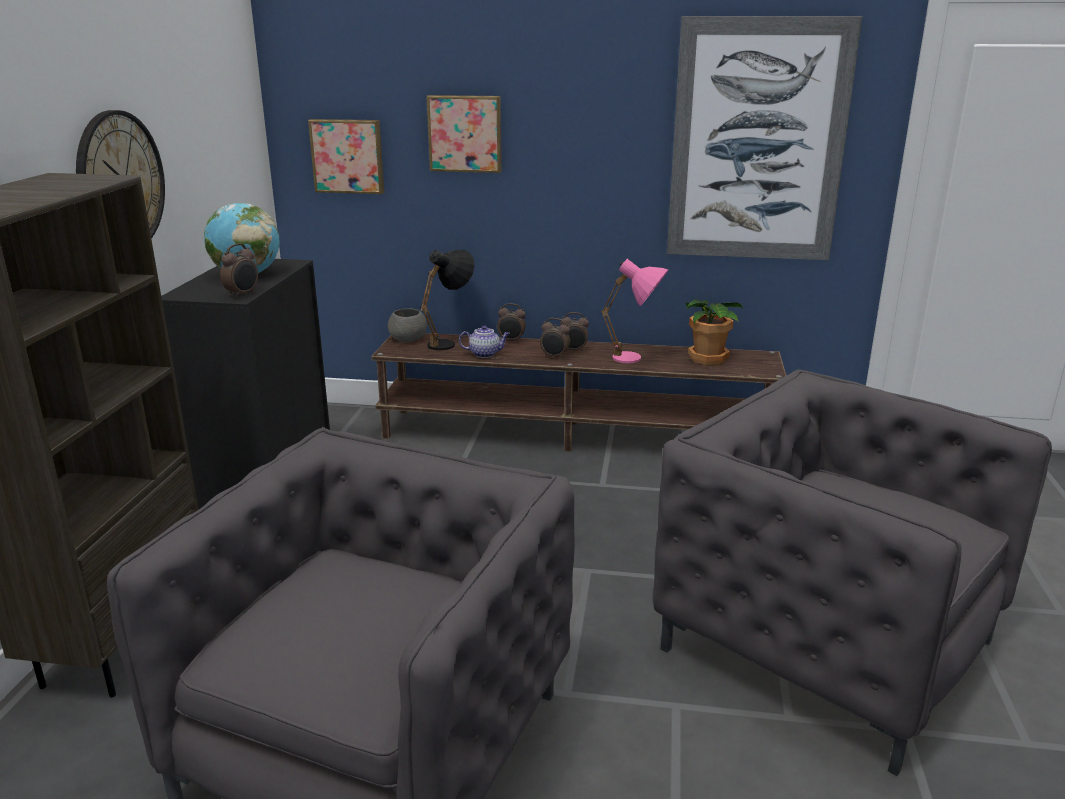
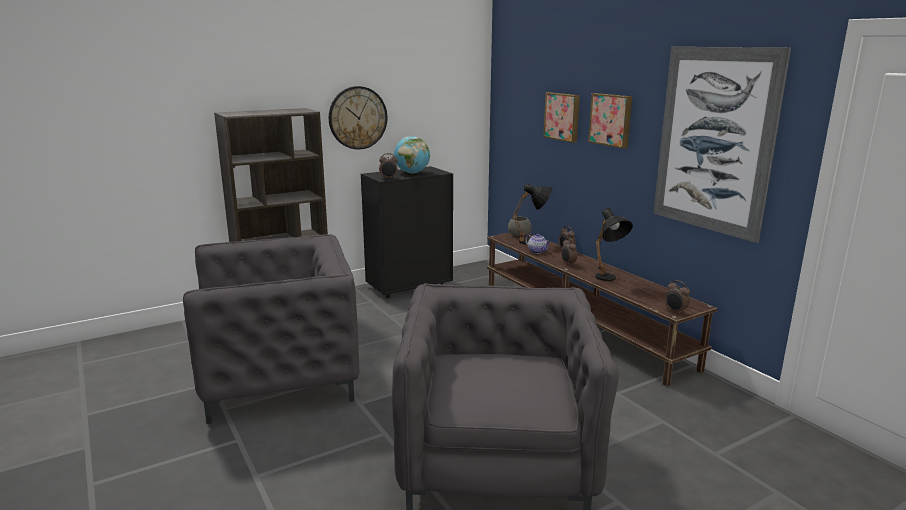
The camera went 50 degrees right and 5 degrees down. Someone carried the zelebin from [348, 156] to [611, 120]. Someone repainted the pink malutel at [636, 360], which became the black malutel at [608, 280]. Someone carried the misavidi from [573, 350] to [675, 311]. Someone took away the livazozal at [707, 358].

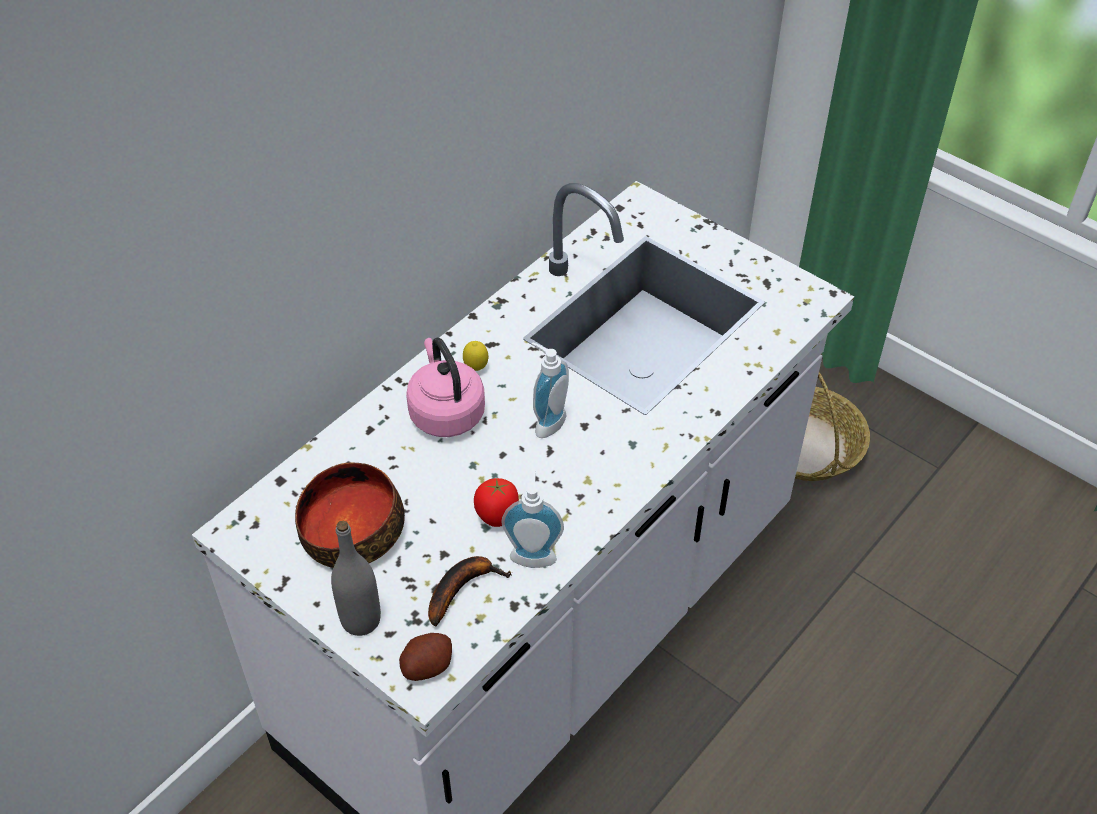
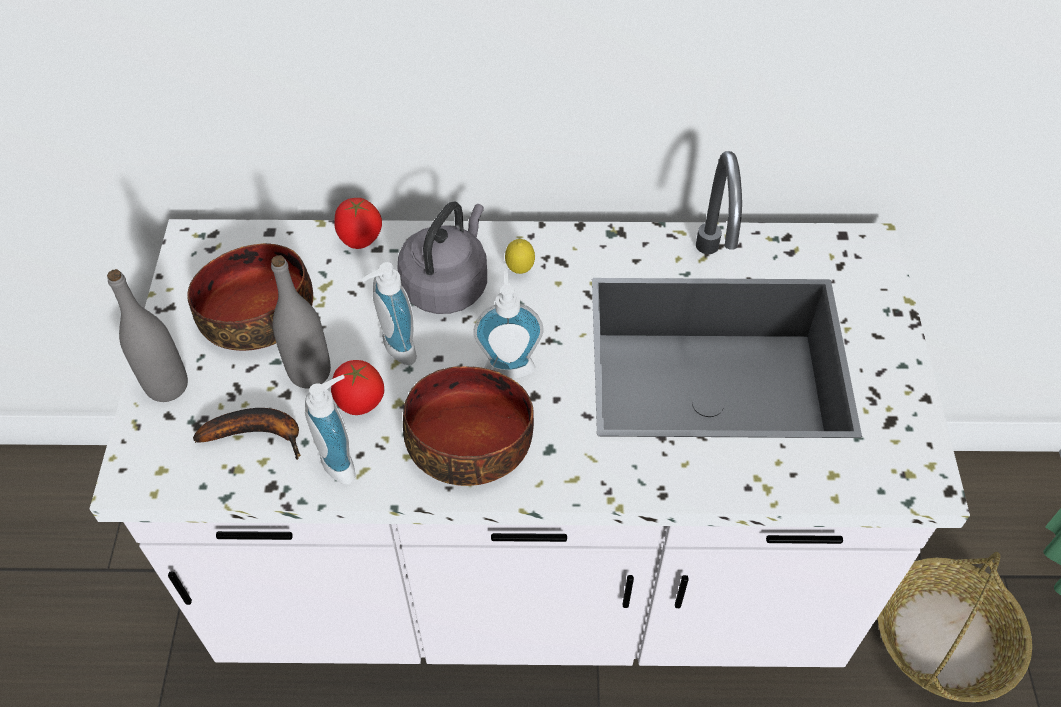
The camera went 50 degrees right and 5 degrees up. Someone put down the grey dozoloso at [310, 372]. Someone put down the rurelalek at [360, 241]. Someone put down the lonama at [394, 350]. Someone repainted the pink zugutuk at [445, 412], which became the grey zugutuk at [447, 284]. Someone put down the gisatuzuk at [471, 440]. Someone took away the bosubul at [427, 665].

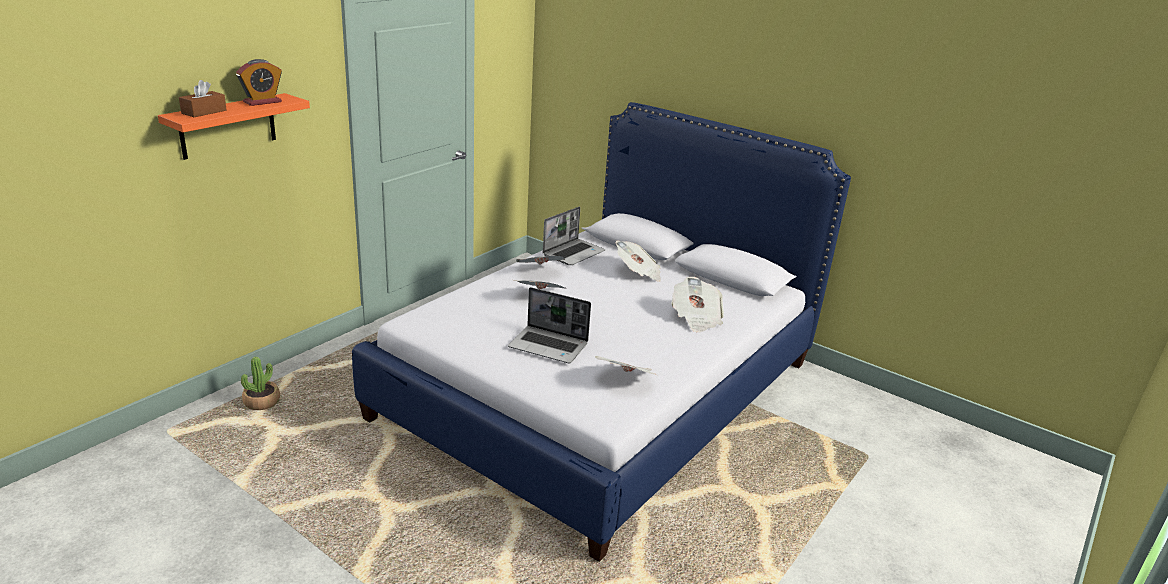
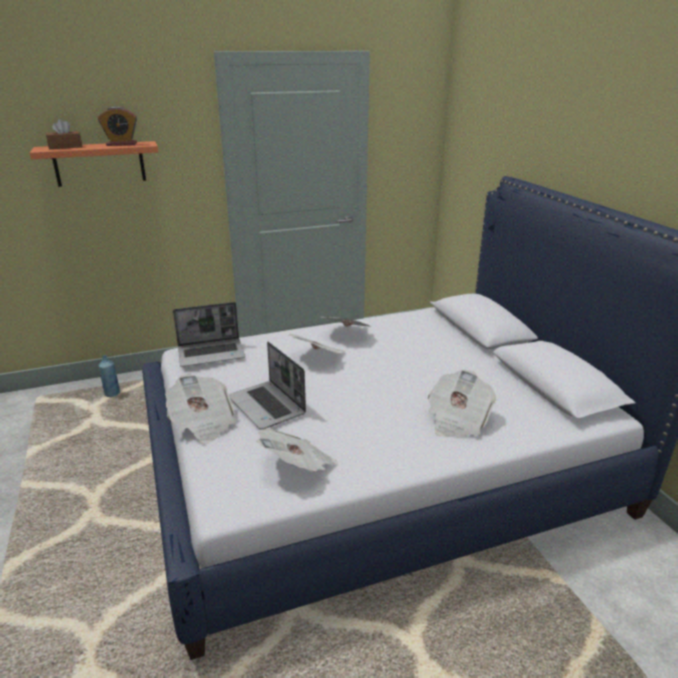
The camera went 35 degrees right and 0 degrees up. Someone swapped the livazozal at [262, 402] for the blue dozoloso at [112, 394]. Someone carried the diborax from [638, 273] to [202, 423]. Someone carried the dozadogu from [573, 253] to [212, 353].

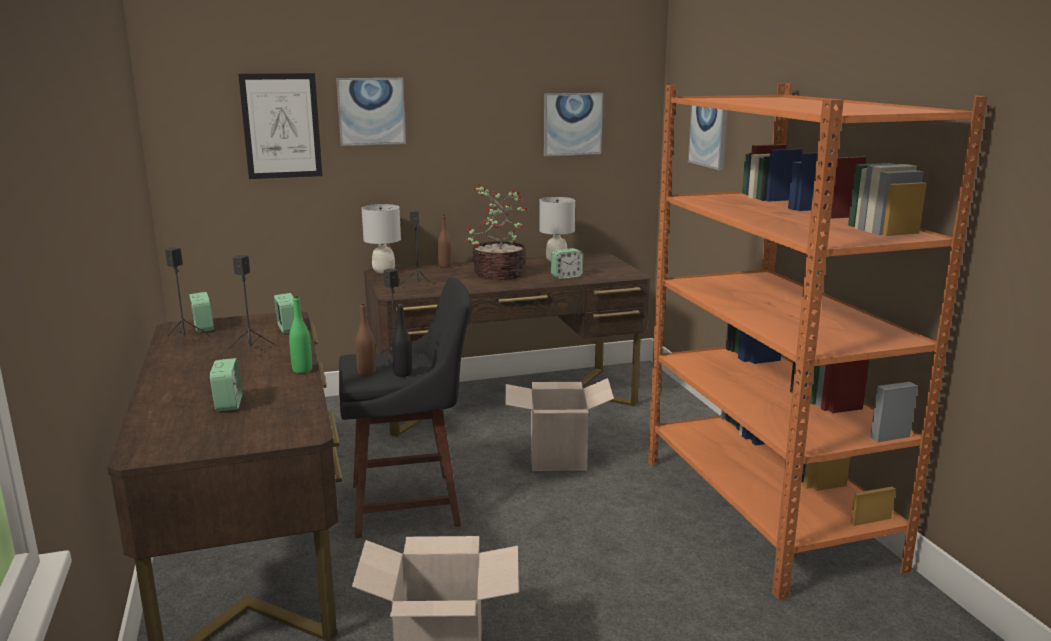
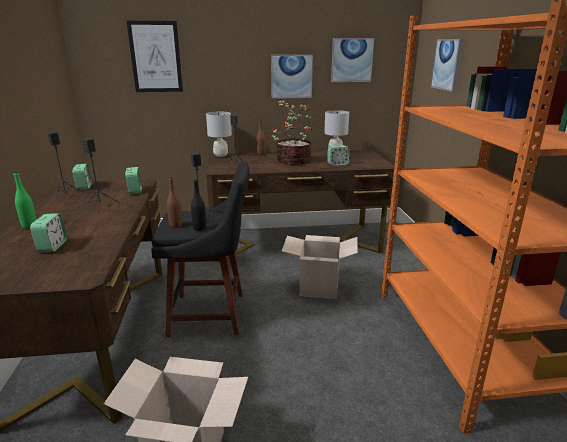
The camera went 10 degrees right and 5 degrees up. Someone carried the green dozoloso from [302, 370] to [29, 226]. Someone carried the zelebin from [371, 111] to [291, 76].

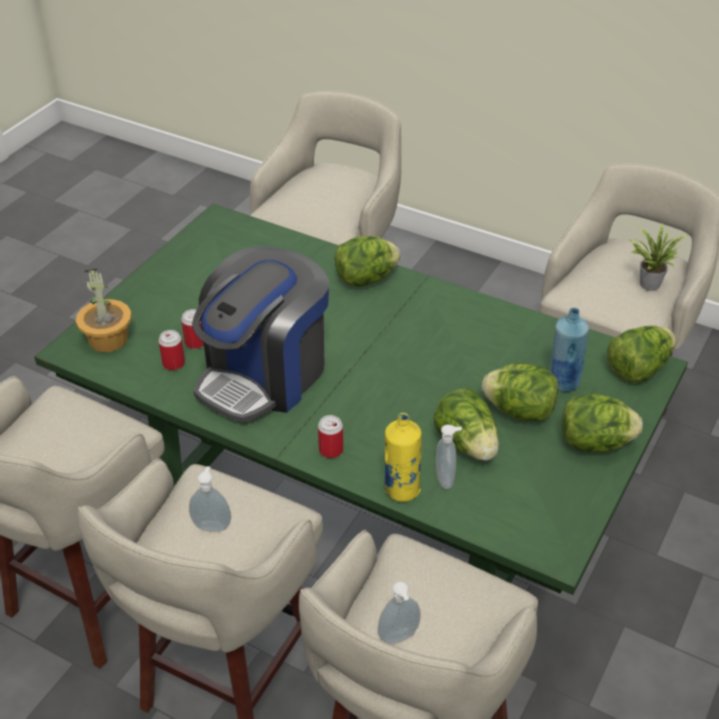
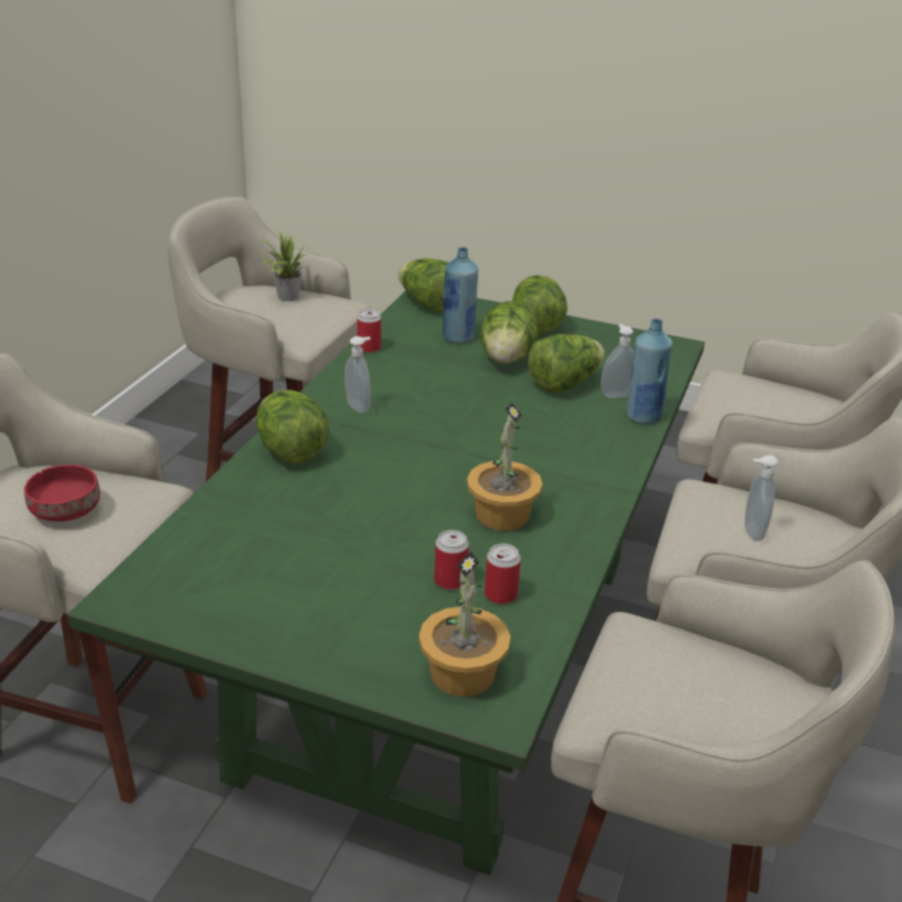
The camera went 100 degrees left and 10 degrees down. Someone put down the red gisatuzuk at [66, 511]. Someone carried the lonama from [399, 638] to [359, 407]. Someone carried the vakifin from [331, 450] to [369, 348]. Someone swapped the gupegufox at [264, 375] for the livazozal at [501, 514]. Someone repainted the yellow dozoloso at [401, 490], which became the blue dozoloso at [643, 417].

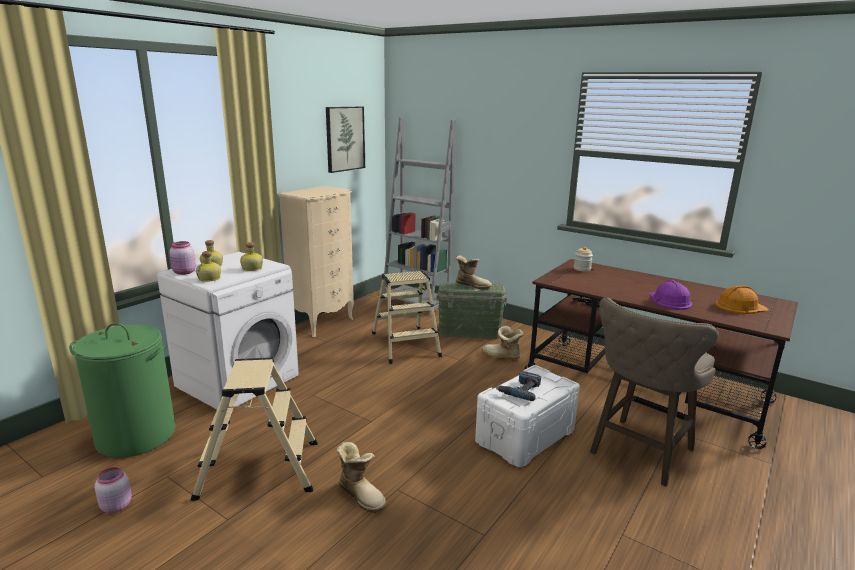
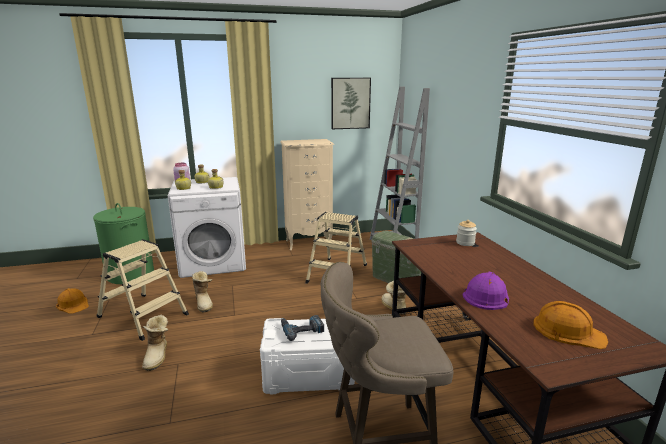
The camera went 40 degrees right and 0 degrees up. Someone swapped the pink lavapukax at [116, 505] for the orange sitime at [73, 304]. Someone carried the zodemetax from [472, 285] to [204, 303].

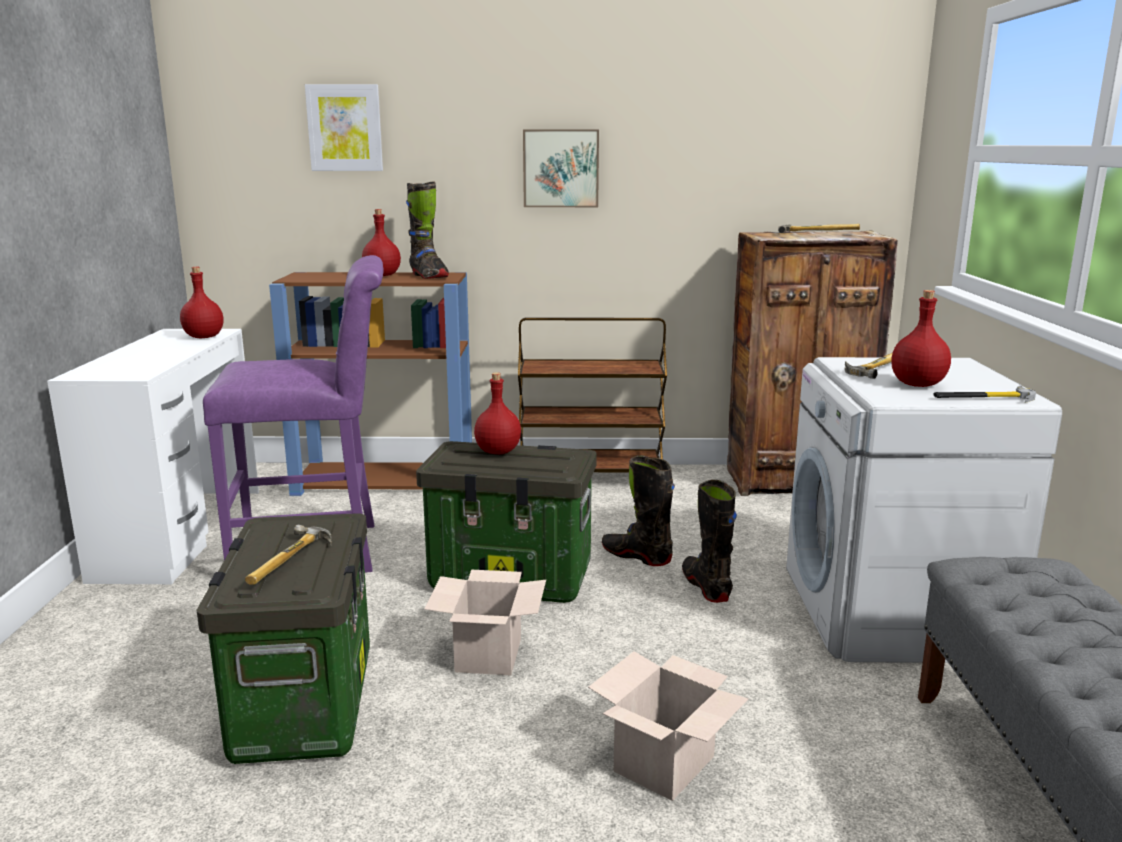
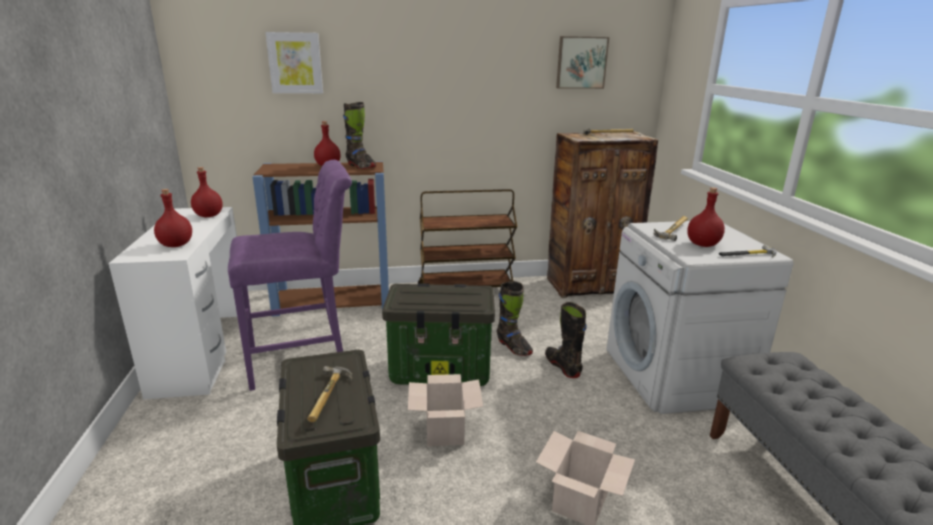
The camera went 10 degrees left and 5 degrees up. Someone carried the red dozoloso from [497, 451] to [176, 245]. Someone rotated the black zodemetax at [636, 556] by 150 degrees counterclockwise. Someone carried the zelebin from [561, 168] to [581, 62].

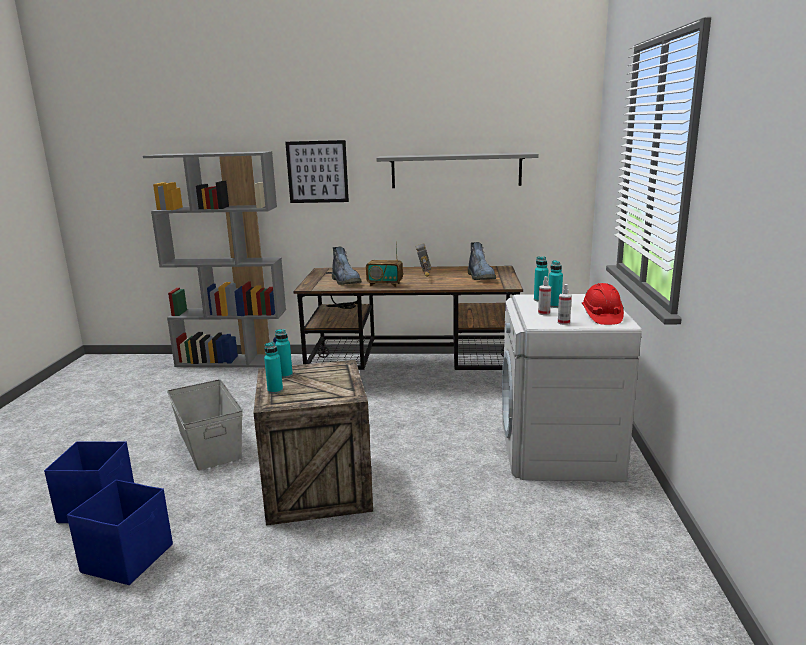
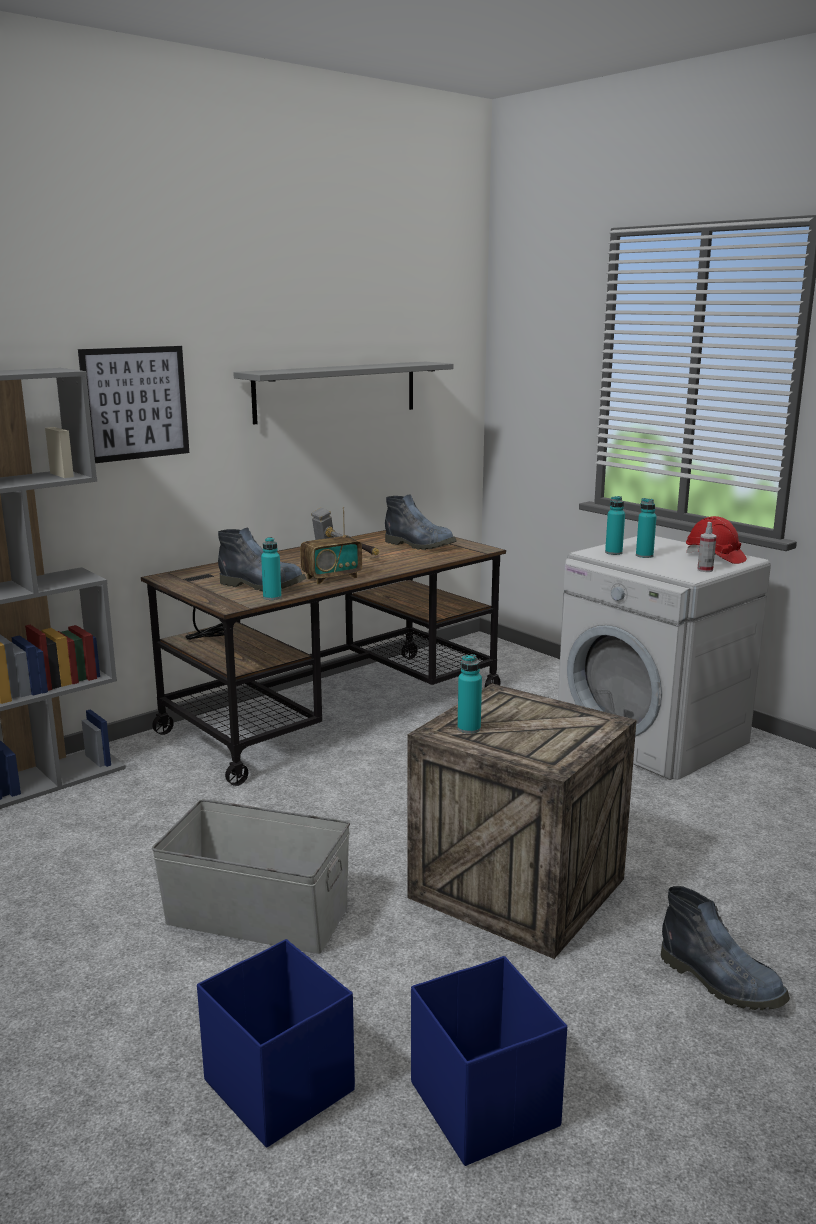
The camera went 45 degrees left and 0 degrees up. Someone carried the turquoise dozoloso from [275, 390] to [272, 597]. Someone put down the zodemetax at [723, 982]. Someone took away the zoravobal at [544, 313].

